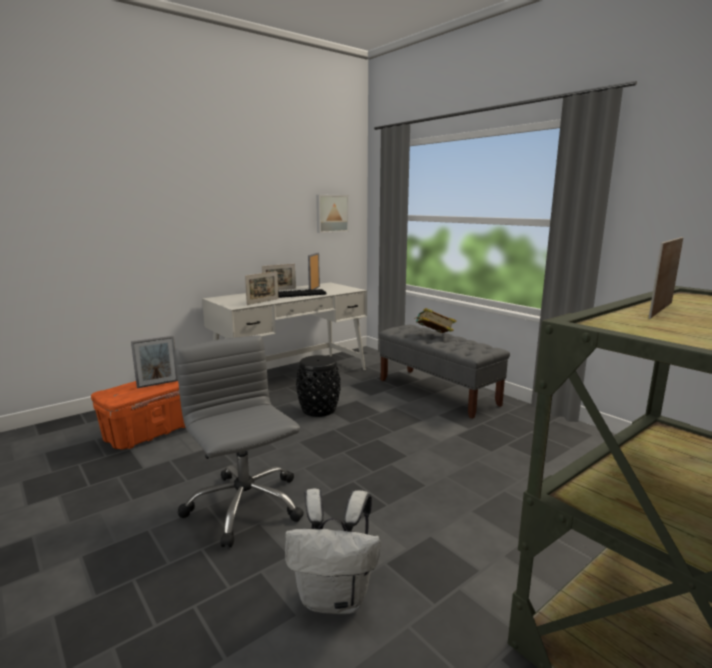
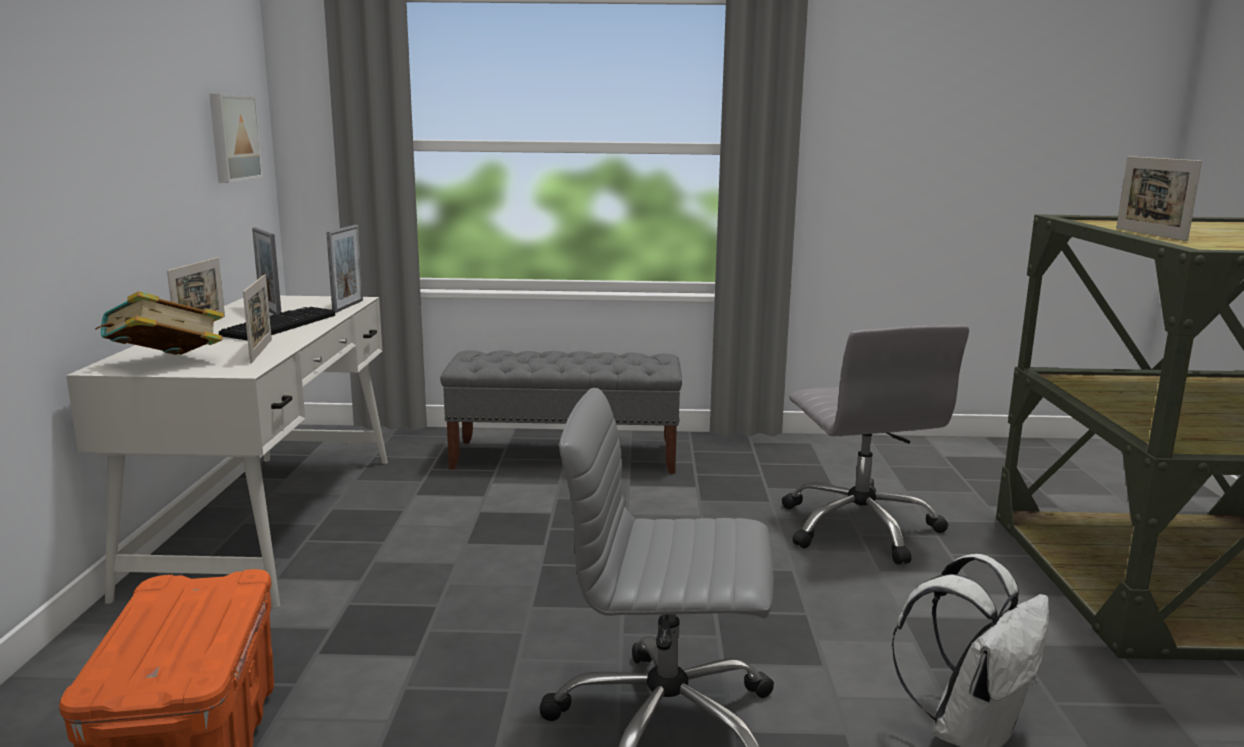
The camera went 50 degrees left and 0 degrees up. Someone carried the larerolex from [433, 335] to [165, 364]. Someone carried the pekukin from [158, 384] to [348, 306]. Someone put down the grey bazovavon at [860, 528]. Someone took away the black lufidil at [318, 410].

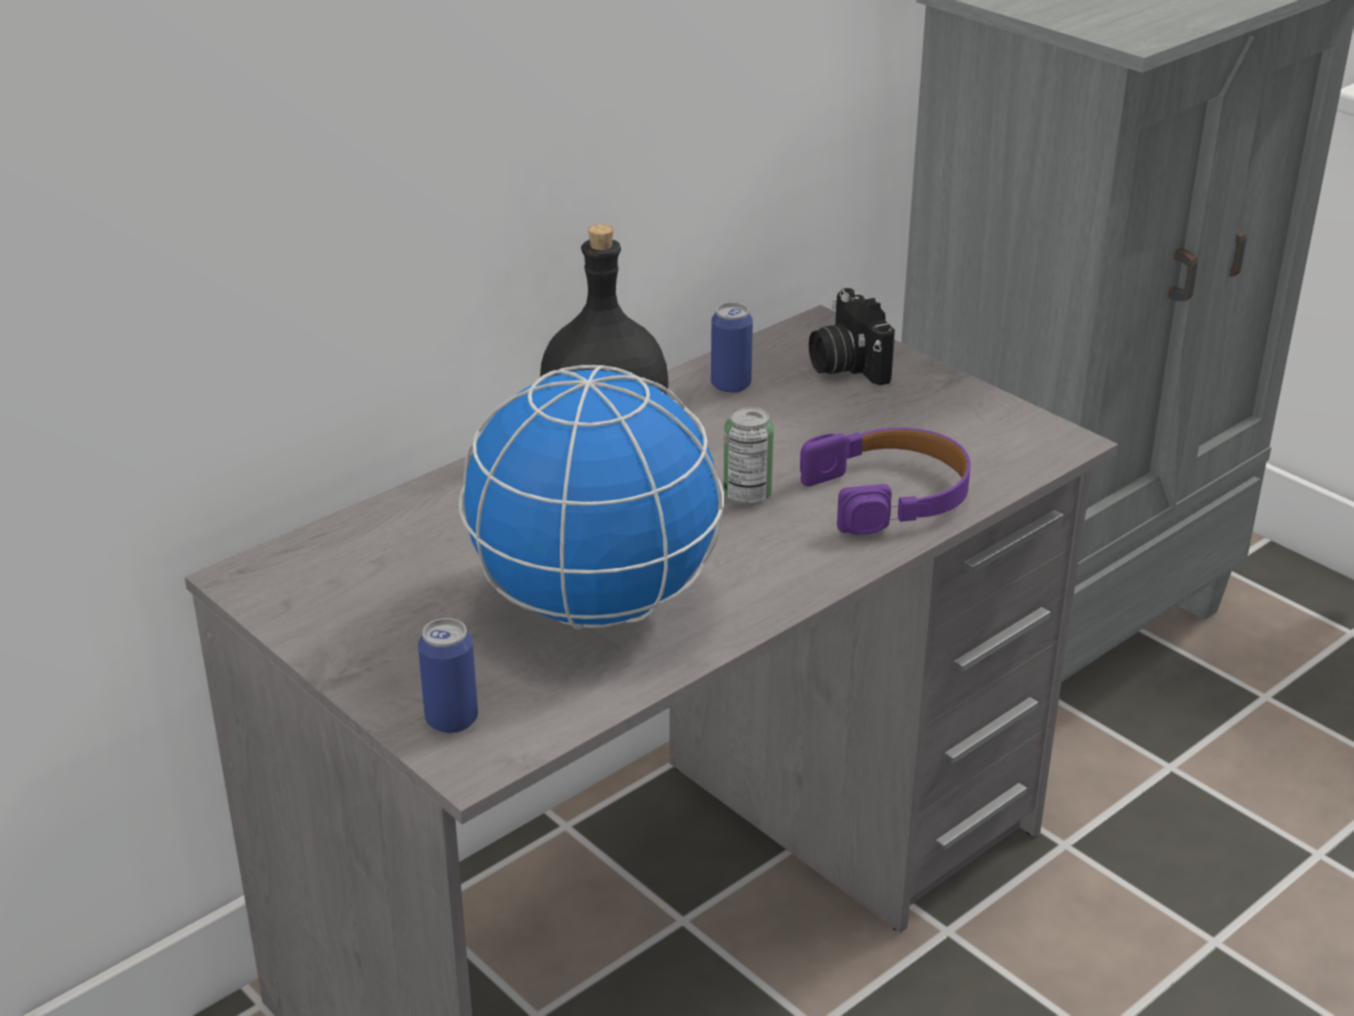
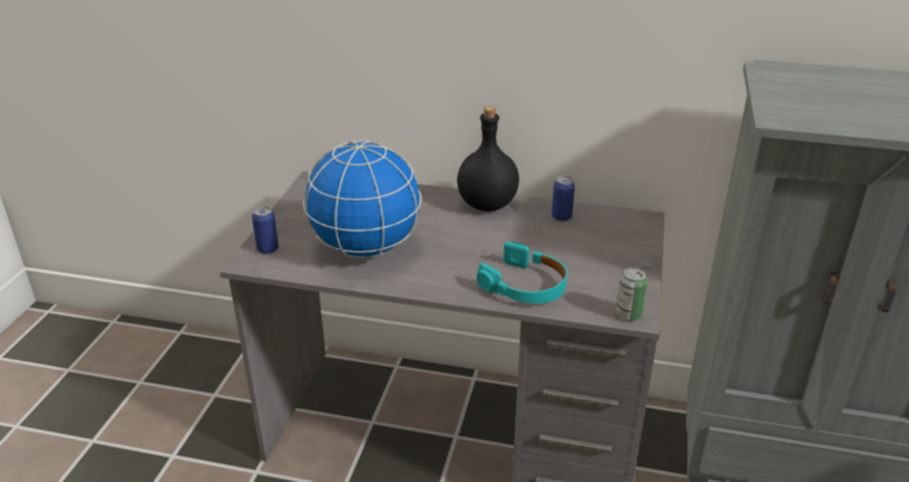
The camera went 55 degrees right and 0 degrees up. Someone repainted the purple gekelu at [890, 495], which became the turquoise gekelu at [525, 285]. Someone carried the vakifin from [747, 495] to [628, 314]. Someone took away the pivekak at [846, 365].

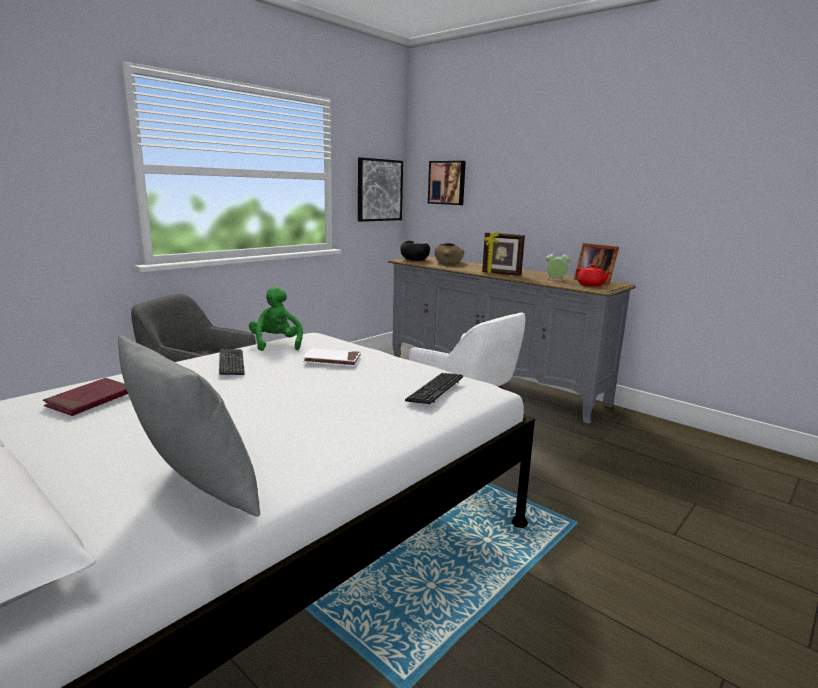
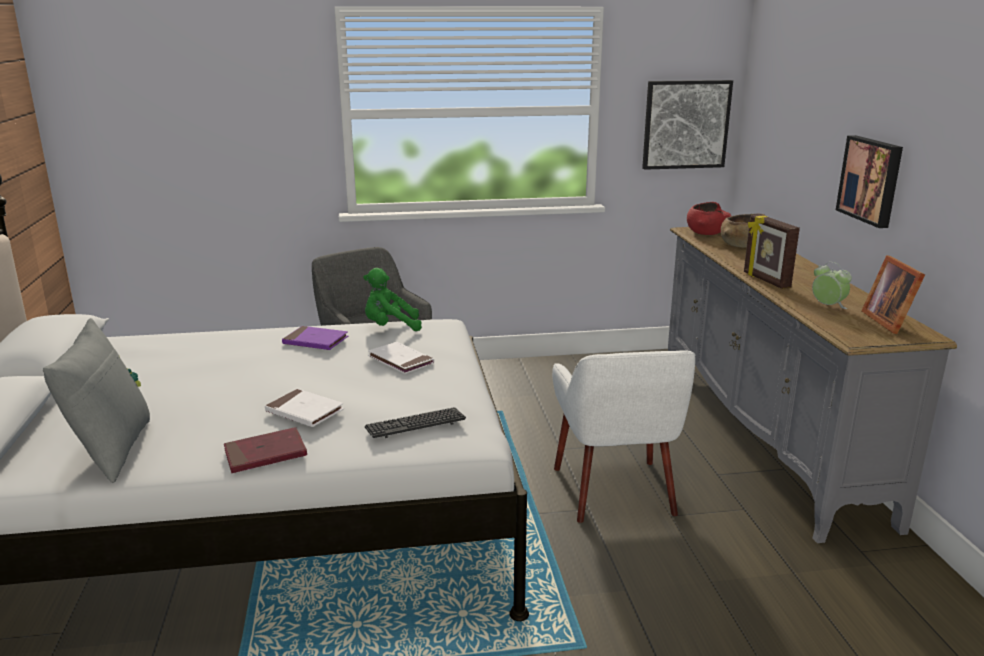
The camera went 40 degrees right and 5 degrees up. Someone carried the red larerolex from [90, 400] to [265, 454]. Someone put down the white larerolex at [304, 411]. Someone swapped the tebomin at [231, 363] for the purple larerolex at [315, 341]. Someone rotated the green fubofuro at [276, 344] by 120 degrees counterclockwise. Someone repainted the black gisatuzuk at [414, 259], which became the red gisatuzuk at [707, 231]. Someone carried the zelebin from [447, 182] to [871, 180]. Someone took away the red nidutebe at [591, 285].

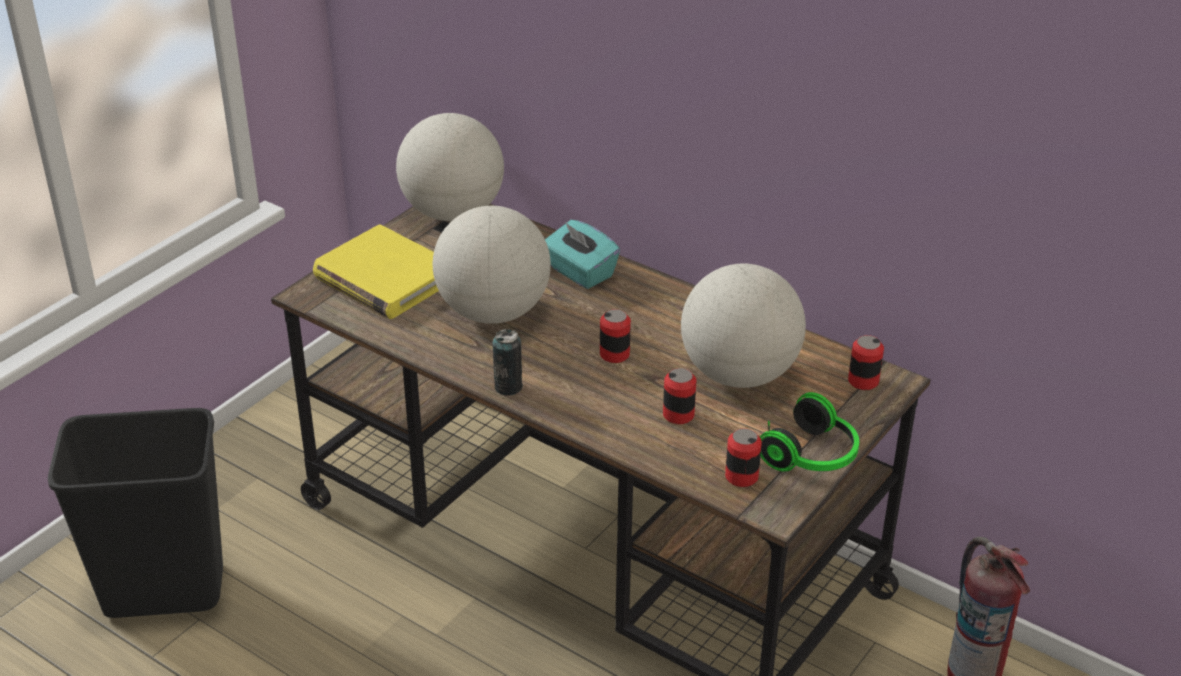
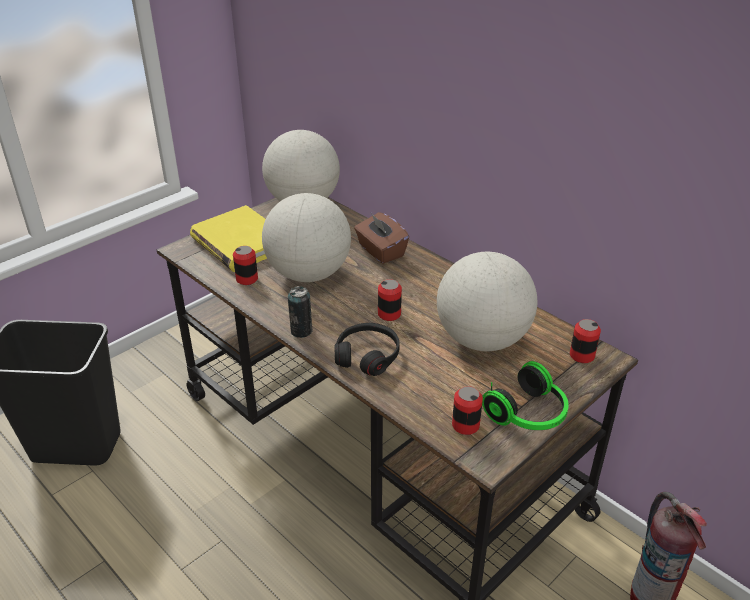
The camera went 10 degrees right and 0 degrees up. Someone carried the vakifin from [678, 415] to [247, 279]. Someone put down the black gekelu at [367, 355]. Someone repainted the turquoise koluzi at [580, 272], which became the brown koluzi at [380, 251].

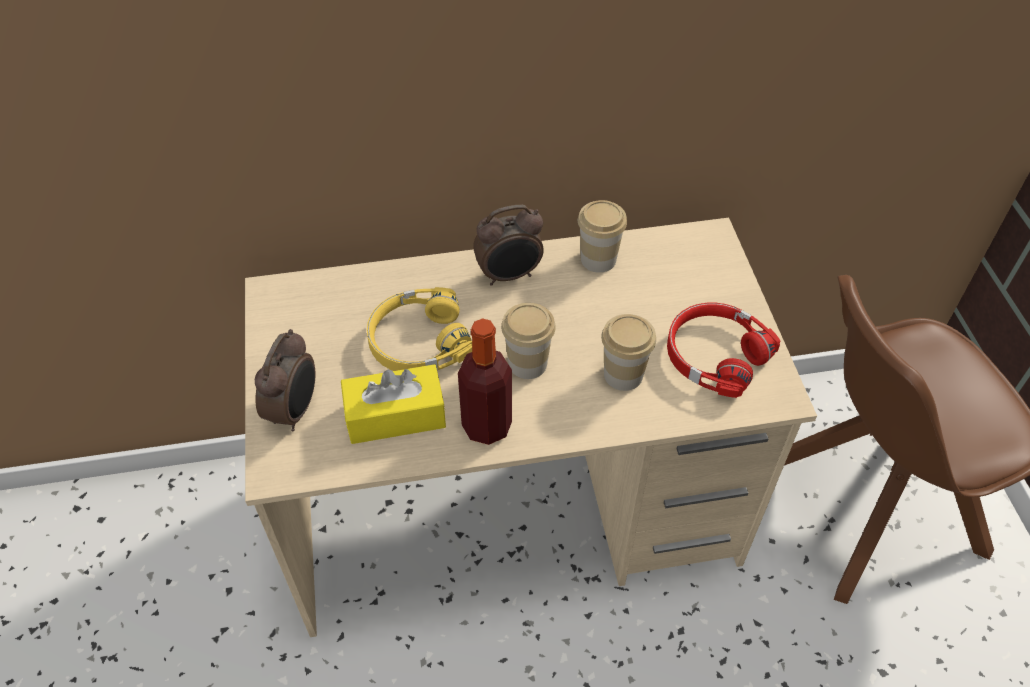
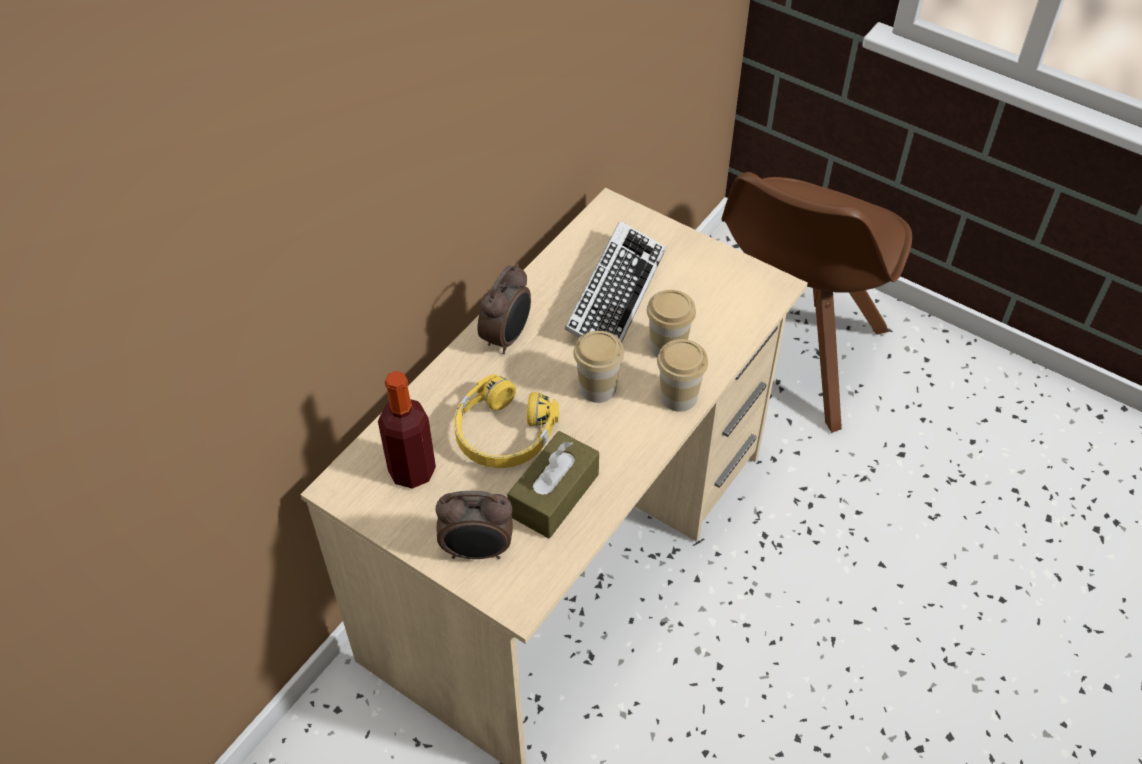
The camera went 45 degrees left and 0 degrees up. Someone carried the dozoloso from [487, 426] to [412, 471]. Someone rotated the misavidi at [295, 410] by 120 degrees clockwise. Someone repainted the yellow koluzi at [395, 415], which became the brown koluzi at [554, 495]. Someone put down the tebomin at [615, 295]. Someone carried the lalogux from [598, 259] to [678, 397]. Someone took away the red gekelu at [714, 355].

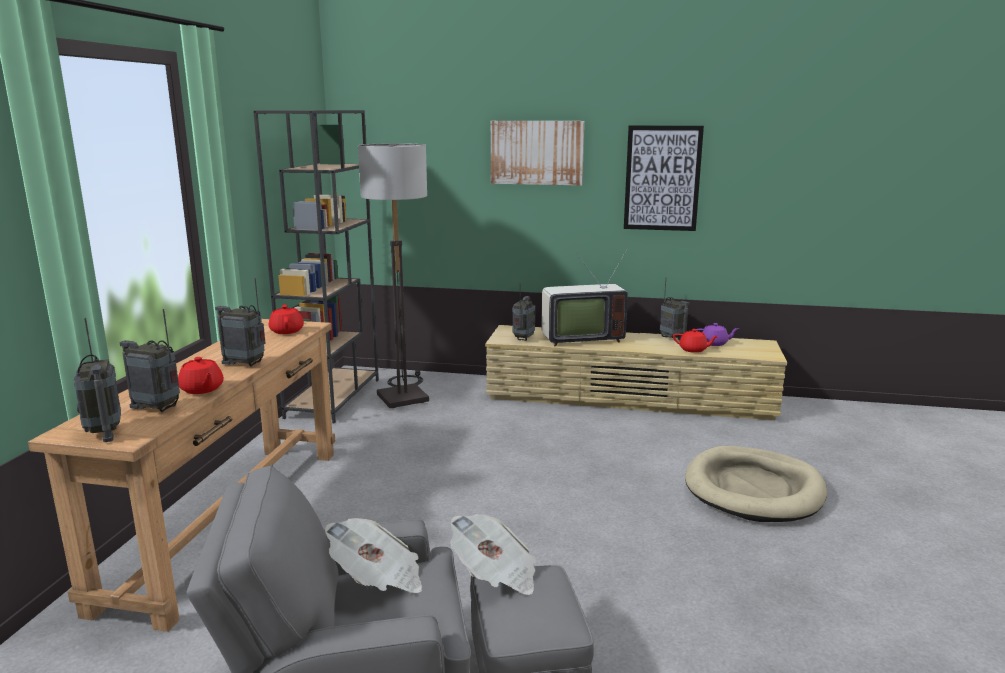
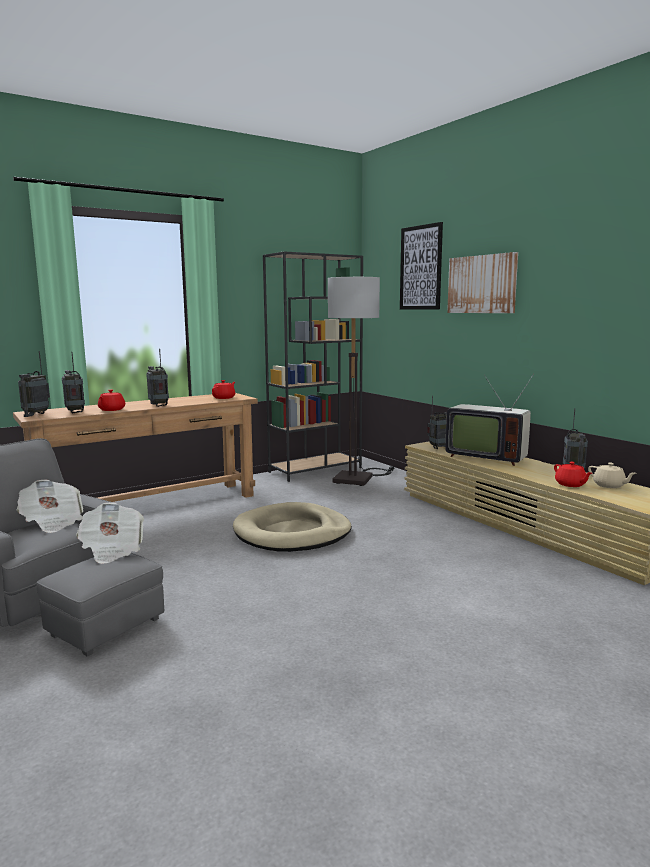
The camera went 45 degrees right and 5 degrees down. Someone carried the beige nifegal from [754, 489] to [292, 533]. Someone carried the zelebin from [662, 178] to [421, 268]. Someone repainted the purple nidutebe at [714, 343], which became the beige nidutebe at [609, 485].

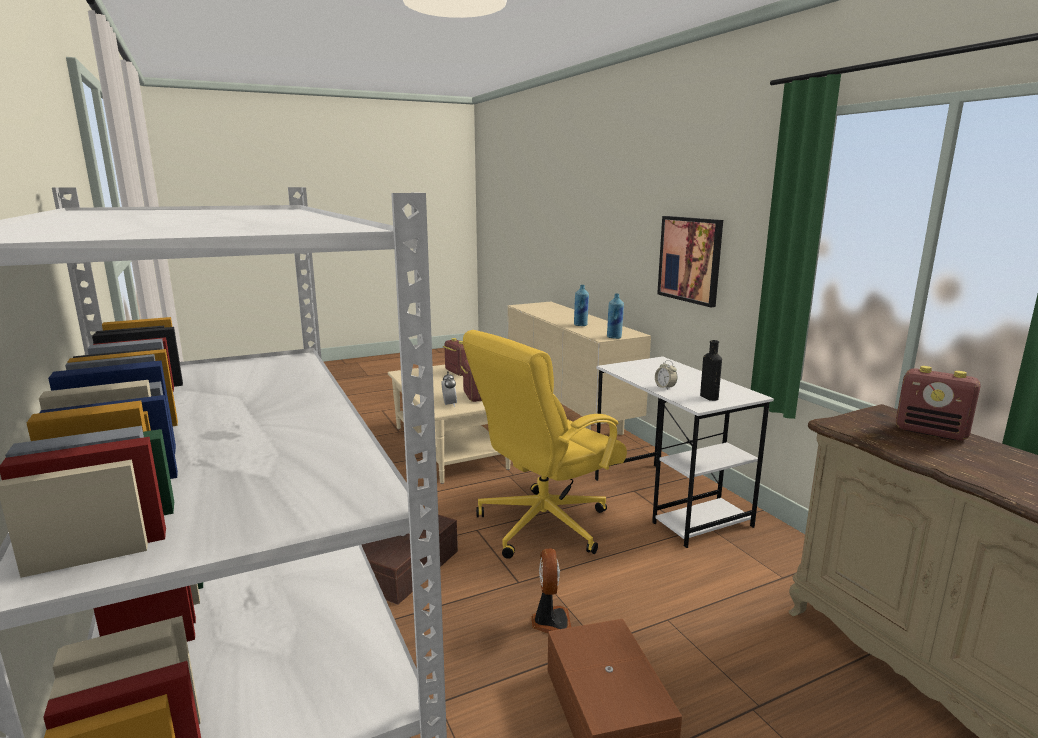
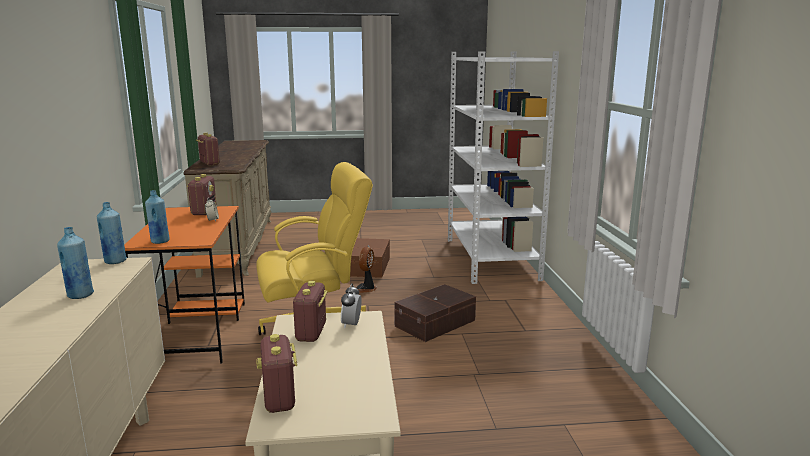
The camera went 160 degrees left and 0 degrees up. Someone repainted the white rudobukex at [669, 502], which became the orange rudobukex at [198, 331]. Someone put down the blue dozoloso at [160, 241]. Someone swapped the black dozoloso at [708, 397] for the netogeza at [204, 211]. Someone took away the zelebin at [690, 259].

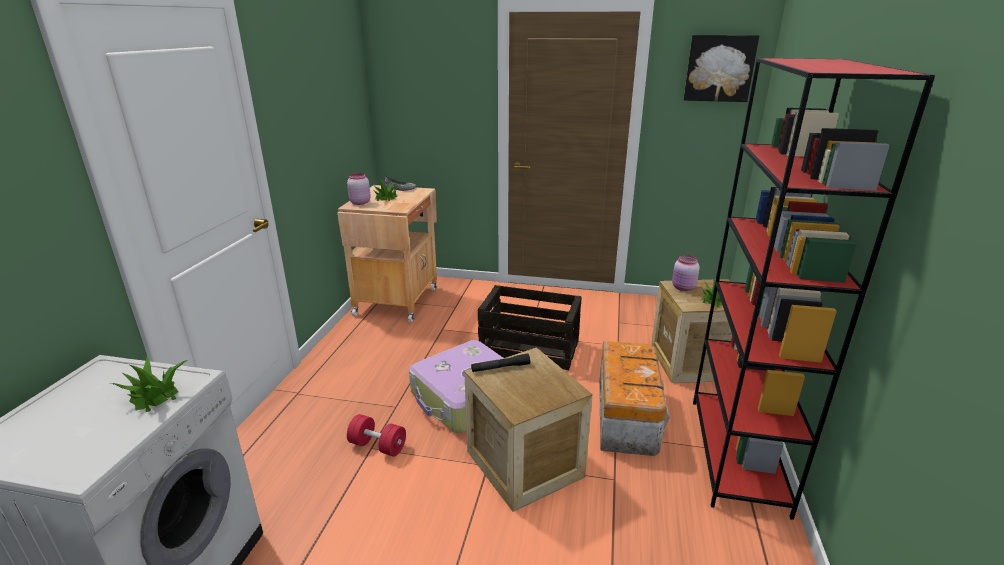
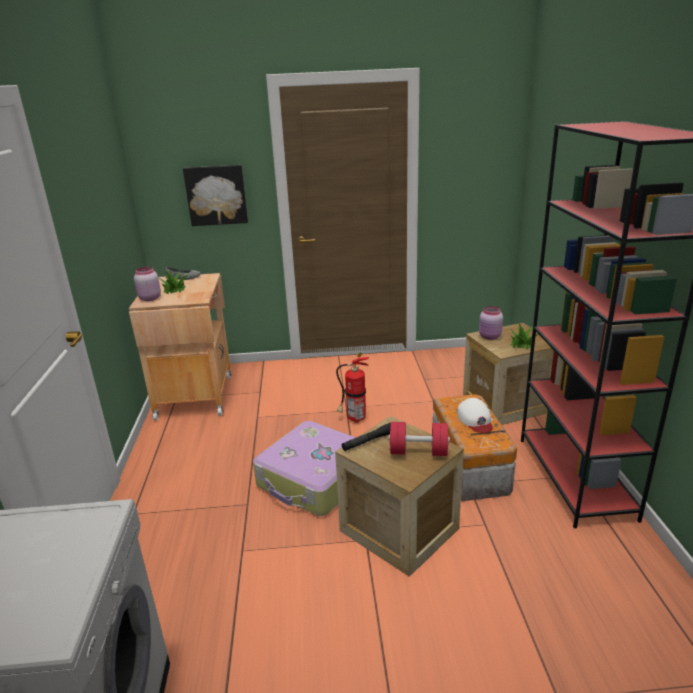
The camera went 15 degrees left and 0 degrees up. Someone carried the zelebin from [719, 68] to [216, 195]. Someone swapped the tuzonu at [530, 348] for the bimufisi at [354, 419]. Someone carried the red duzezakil from [378, 446] to [418, 452]. Someone put down the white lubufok at [475, 419]. Someone took away the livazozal at [153, 395].

